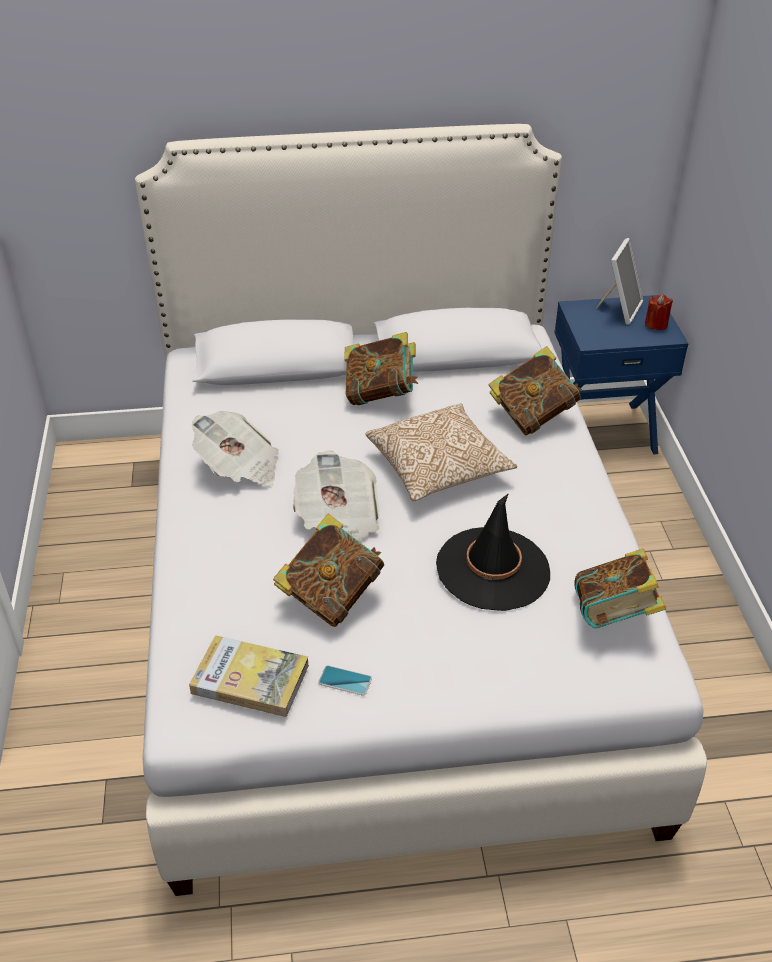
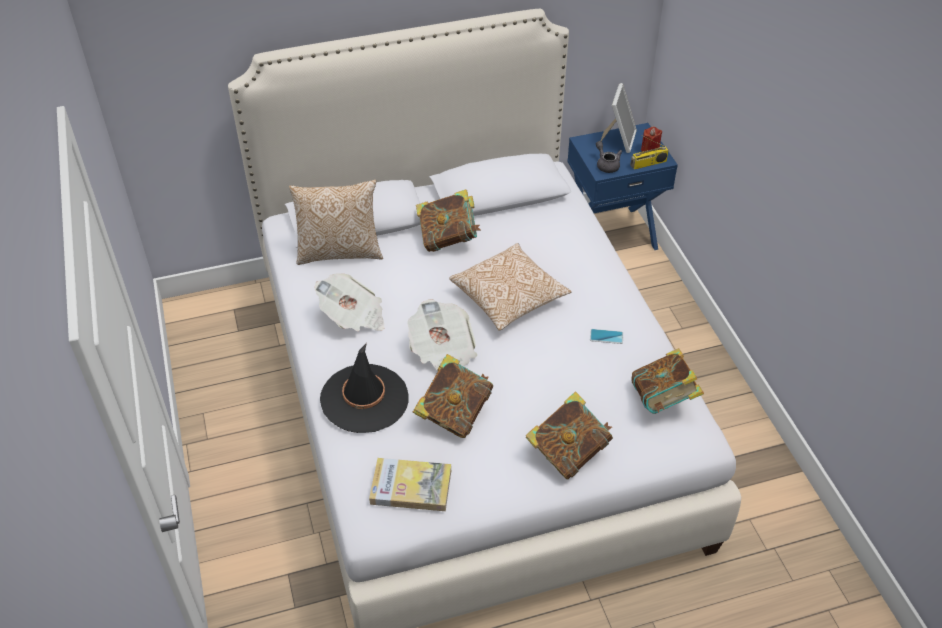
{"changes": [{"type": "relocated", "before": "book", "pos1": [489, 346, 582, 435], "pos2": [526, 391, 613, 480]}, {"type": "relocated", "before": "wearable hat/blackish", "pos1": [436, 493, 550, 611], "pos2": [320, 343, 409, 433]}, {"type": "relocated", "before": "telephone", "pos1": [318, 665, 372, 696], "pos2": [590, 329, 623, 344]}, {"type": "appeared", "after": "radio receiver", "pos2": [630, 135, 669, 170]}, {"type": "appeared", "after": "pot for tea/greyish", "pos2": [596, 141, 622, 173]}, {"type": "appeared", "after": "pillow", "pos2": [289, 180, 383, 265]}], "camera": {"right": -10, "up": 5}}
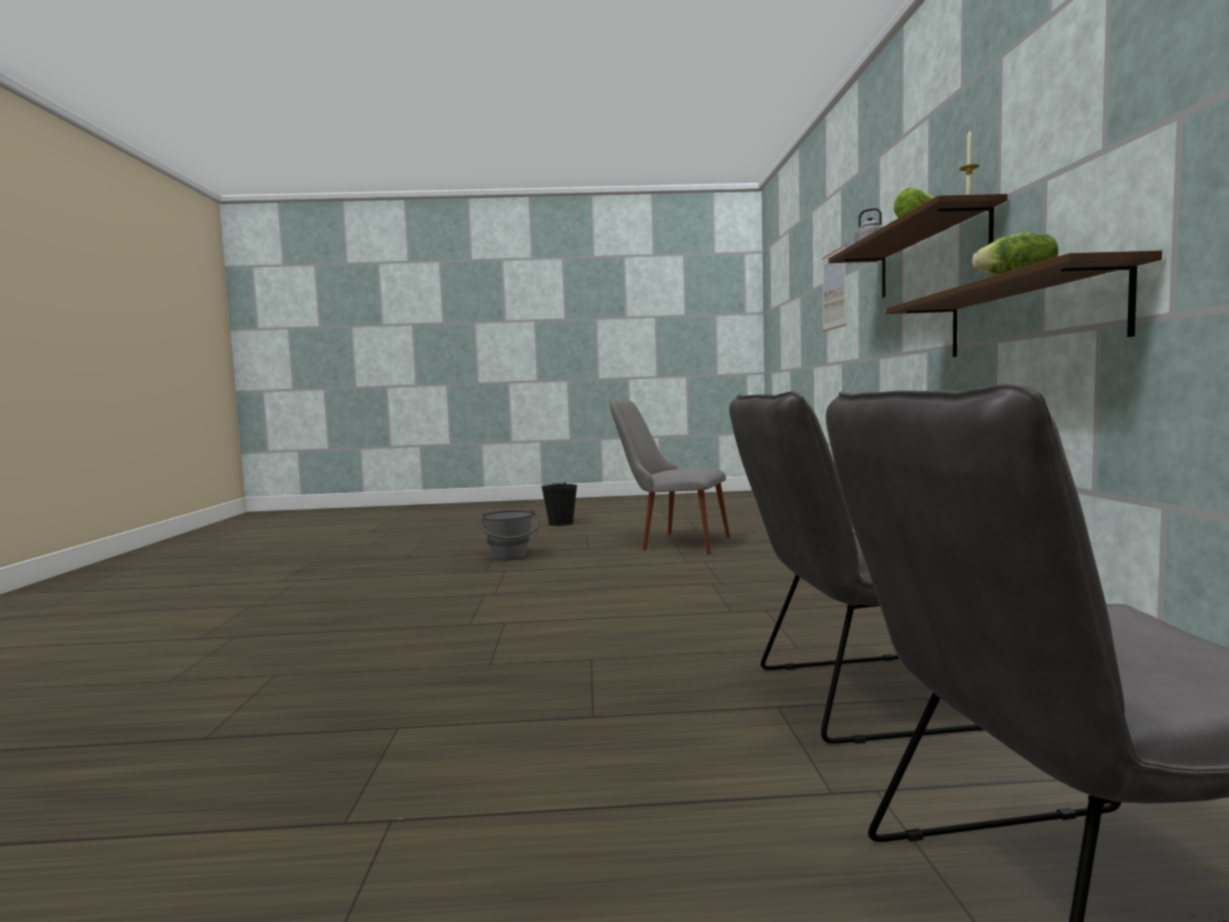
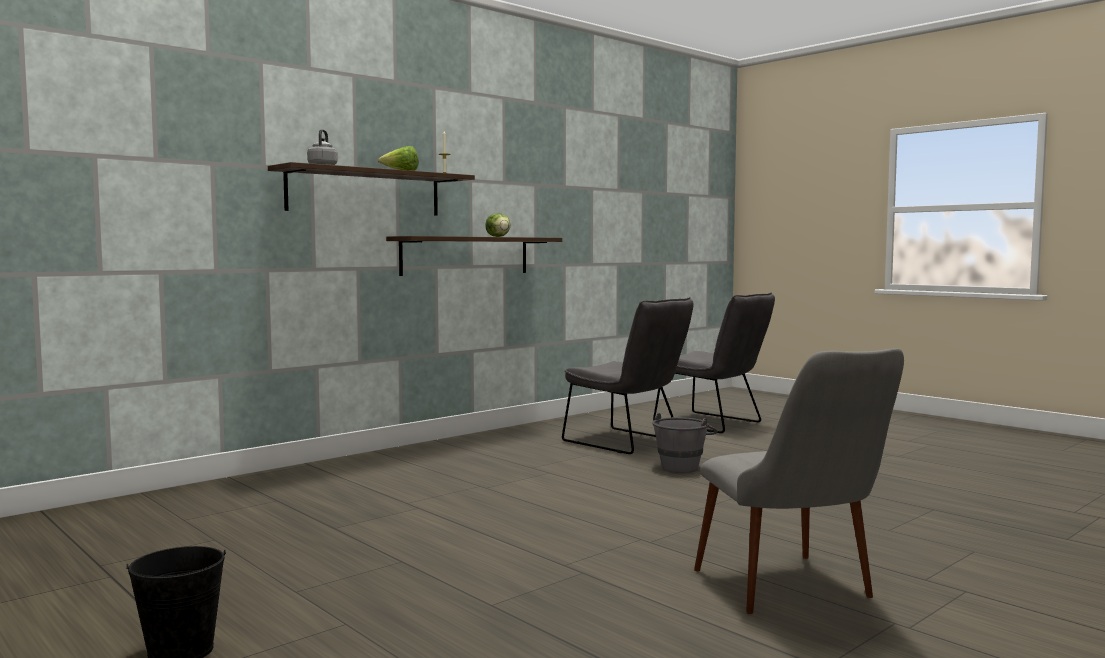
{"changes": [{"type": "missing", "before": "picture", "pos1": [822, 245, 846, 332]}, {"type": "relocated", "before": "plain chair/greyish", "pos1": [610, 400, 730, 554], "pos2": [694, 348, 904, 614]}, {"type": "relocated", "before": "pail/greyish", "pos1": [479, 507, 540, 561], "pos2": [652, 413, 718, 473]}], "camera": {"right": -130, "up": 0}}
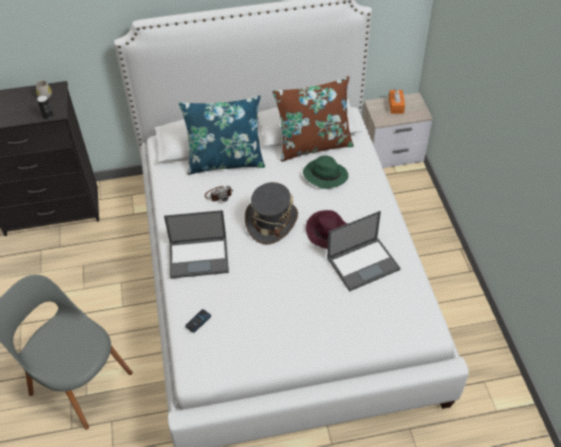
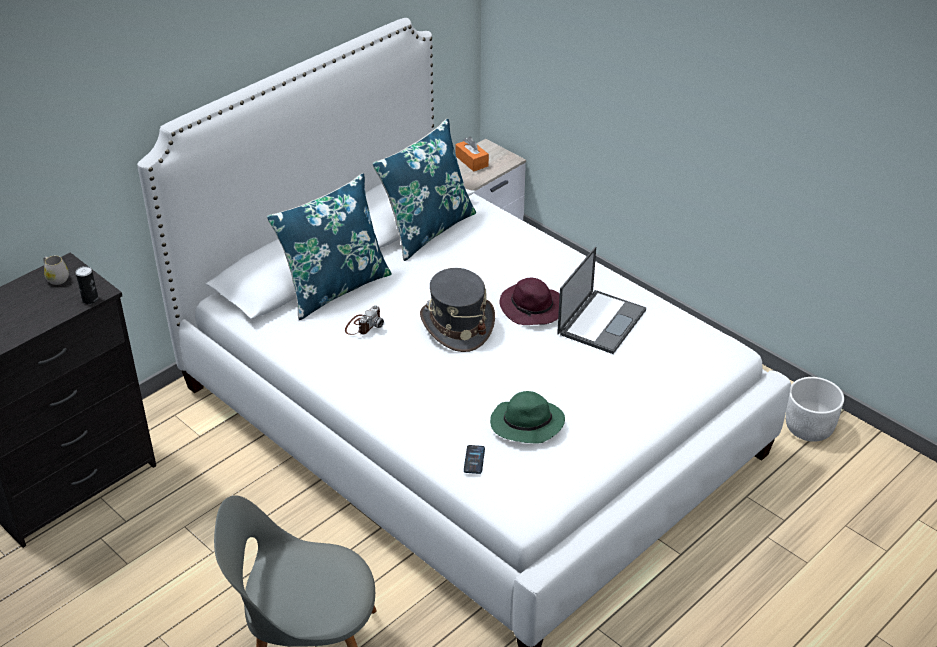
{"changes": [{"type": "colour", "before": "pillow/brown-coloured", "after": "pillow/blue", "pos1": [272, 76, 354, 162], "pos2": [372, 118, 476, 261]}, {"type": "relocated", "before": "wearable hat/green-coloured", "pos1": [303, 155, 348, 189], "pos2": [490, 391, 565, 444]}, {"type": "missing", "before": "notebook computer", "pos1": [164, 210, 229, 279]}, {"type": "appeared", "after": "flower pot/whitish", "pos2": [786, 377, 844, 442]}], "camera": {"right": -35, "up": -10}}
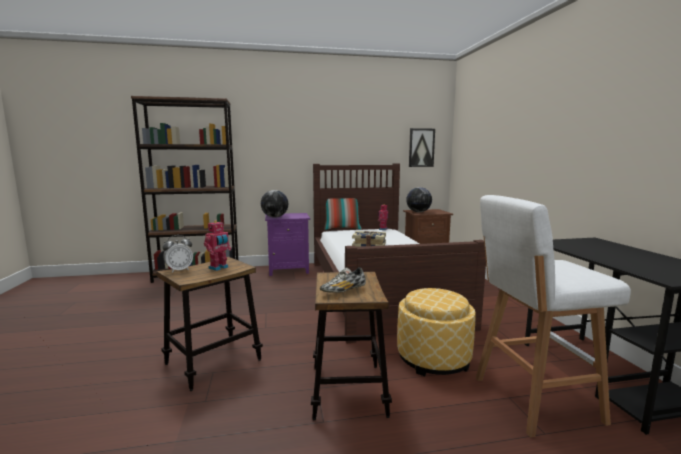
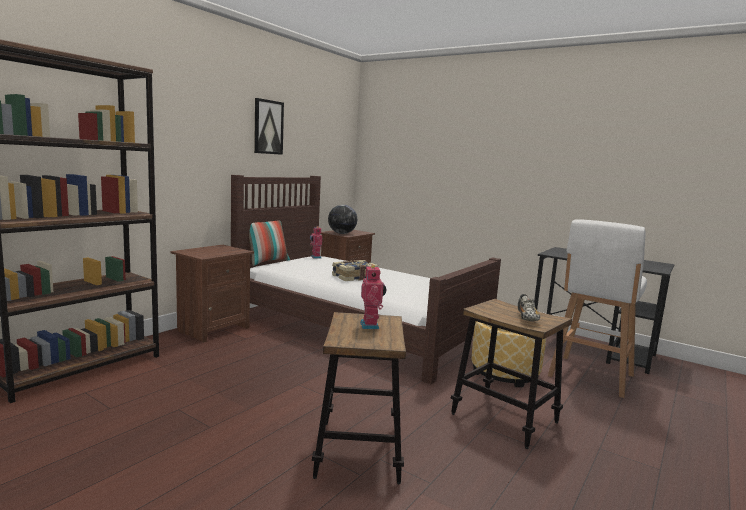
{"changes": [{"type": "relocated", "before": "picture", "pos1": [409, 128, 435, 167], "pos2": [254, 98, 284, 155]}, {"type": "missing", "before": "desk globe", "pos1": [261, 190, 288, 218]}, {"type": "colour", "before": "nightstand/purple-coloured", "after": "nightstand/brown-coloured", "pos1": [265, 213, 310, 276], "pos2": [170, 245, 254, 343]}, {"type": "missing", "before": "alarm clock", "pos1": [163, 235, 193, 273]}], "camera": {"right": -45, "up": 0}}
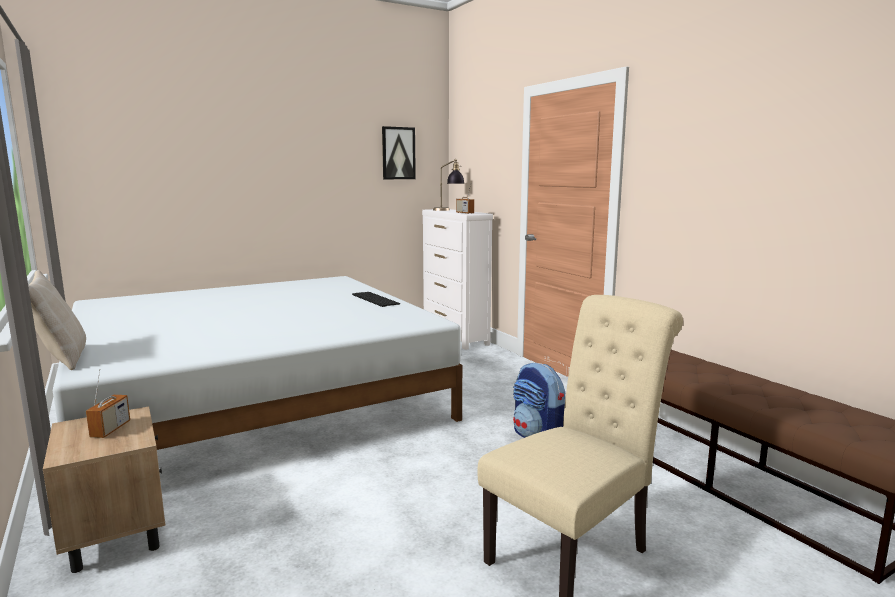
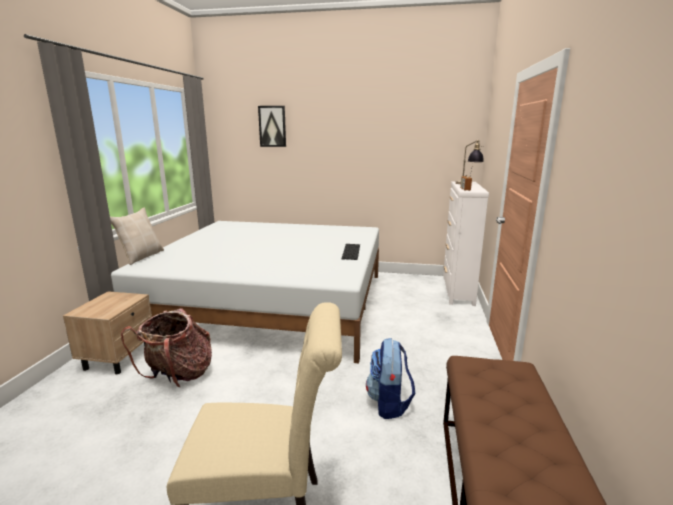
{"changes": [{"type": "relocated", "before": "picture", "pos1": [382, 126, 416, 179], "pos2": [258, 106, 286, 147]}, {"type": "missing", "before": "radio receiver", "pos1": [86, 369, 130, 438]}, {"type": "appeared", "after": "knapsack", "pos2": [121, 309, 212, 387]}], "camera": {"right": 40, "up": 5}}
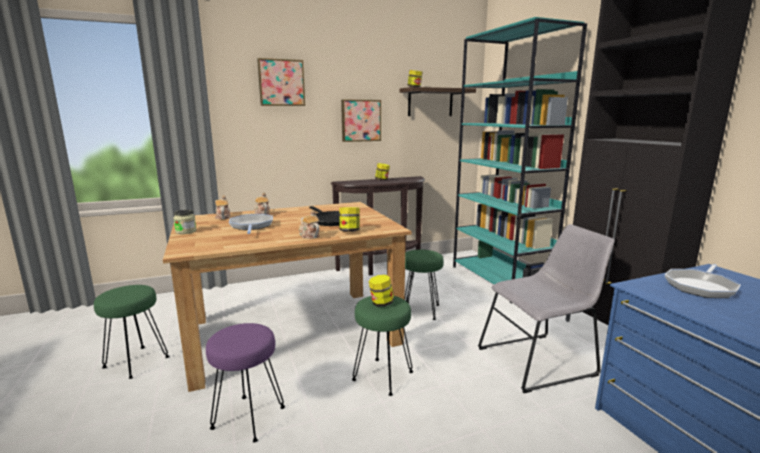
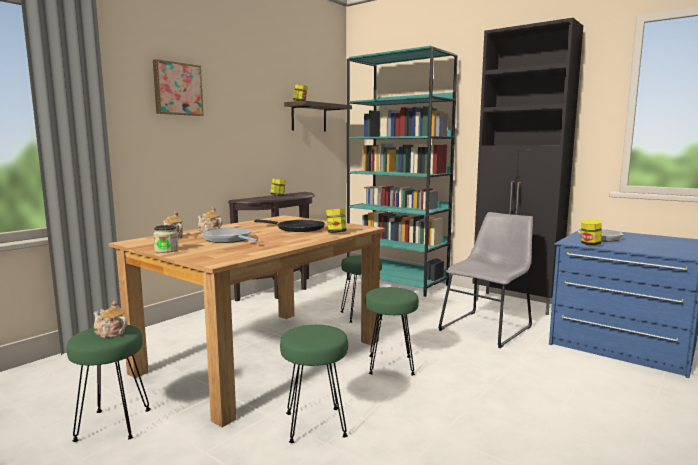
{"changes": [{"type": "missing", "before": "picture", "pos1": [341, 100, 381, 142]}, {"type": "relocated", "before": "pot for tea", "pos1": [299, 210, 320, 239], "pos2": [93, 300, 128, 338]}, {"type": "relocated", "before": "preserve jar", "pos1": [369, 275, 394, 307], "pos2": [581, 219, 602, 245]}, {"type": "colour", "before": "stool/purple-coloured", "after": "stool/green-coloured", "pos1": [206, 323, 285, 442], "pos2": [280, 325, 348, 443]}], "camera": {"right": -30, "up": -5}}
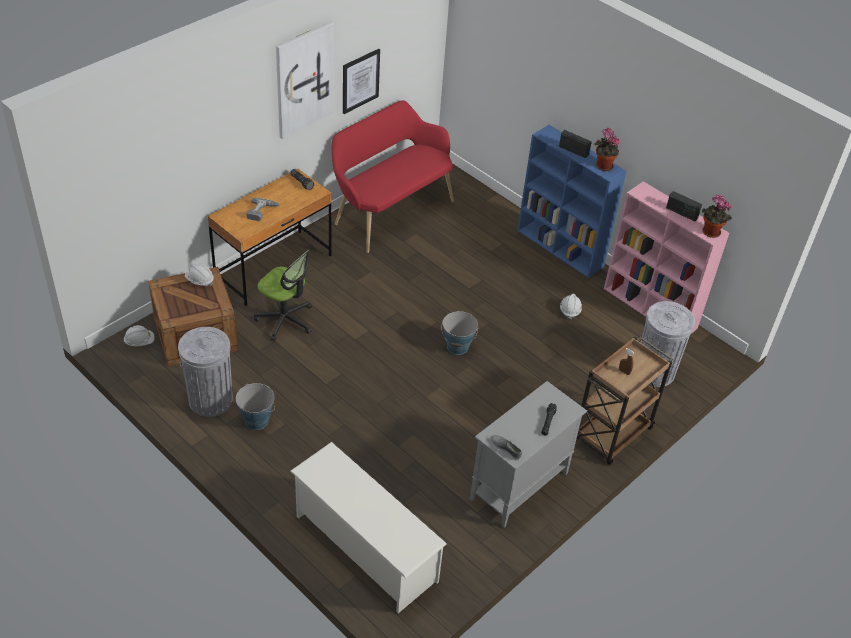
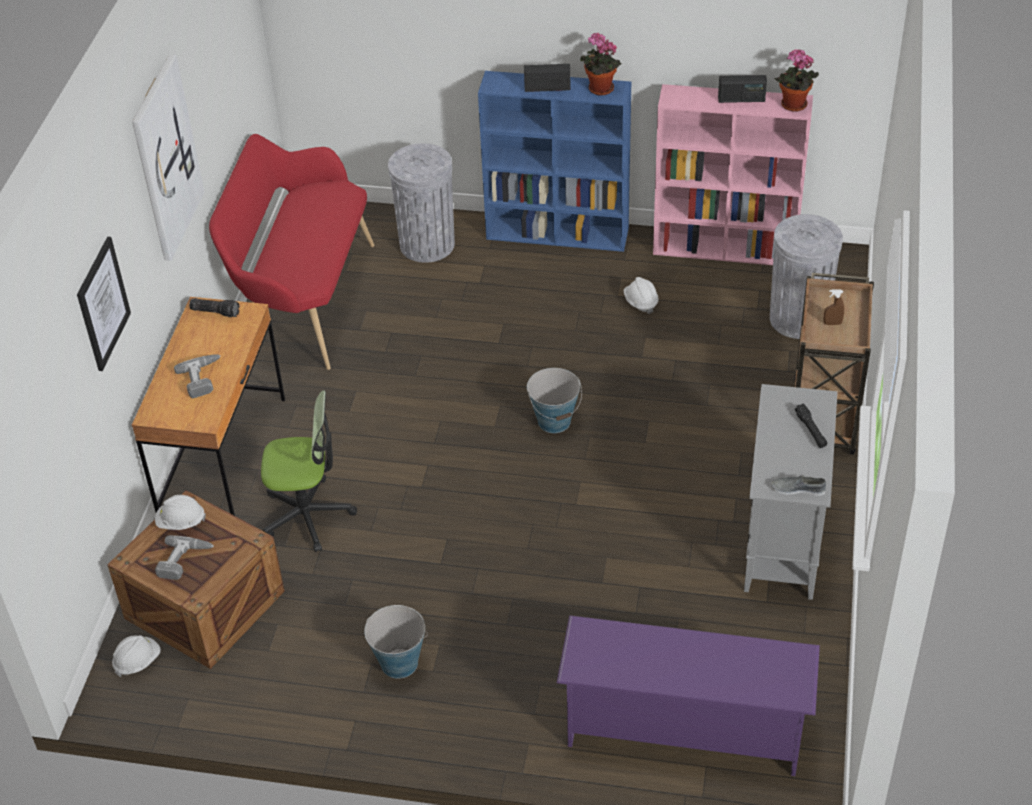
{"changes": [{"type": "relocated", "before": "picture", "pos1": [343, 49, 380, 114], "pos2": [77, 237, 131, 371]}, {"type": "relocated", "before": "waste bin/greyish", "pos1": [178, 327, 233, 417], "pos2": [388, 143, 455, 263]}, {"type": "colour", "before": "shoe shelf/whitish", "after": "shoe shelf/purple-coloured", "pos1": [290, 442, 447, 613], "pos2": [557, 615, 820, 776]}, {"type": "appeared", "after": "power drill", "pos2": [155, 535, 214, 580]}], "camera": {"right": -30, "up": 0}}
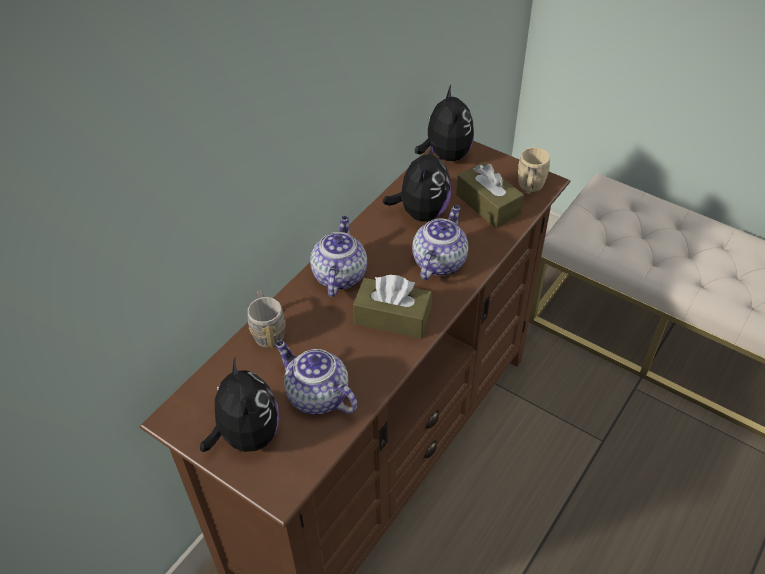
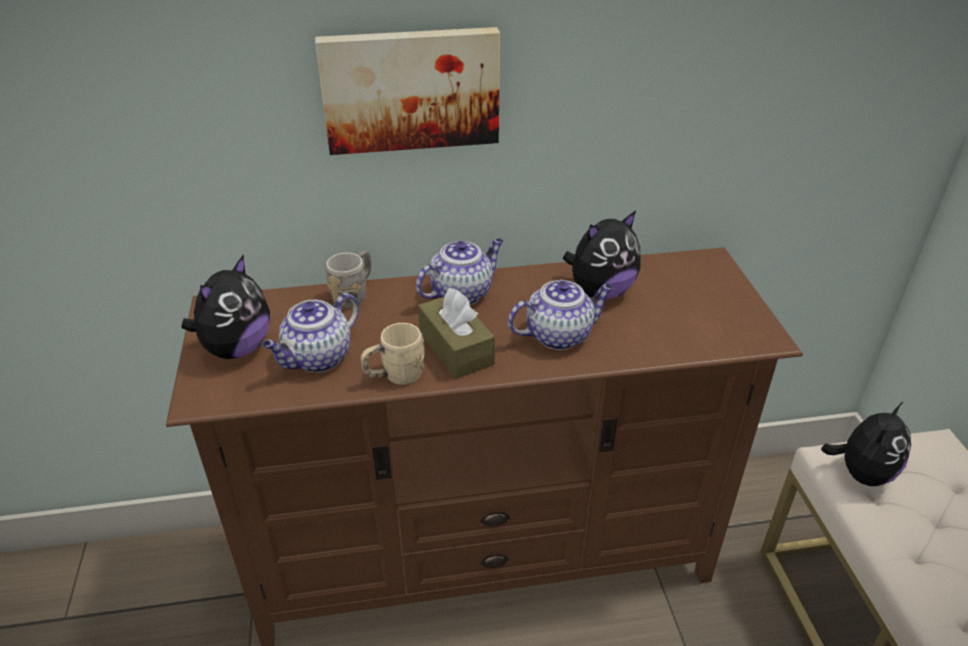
{"changes": [{"type": "relocated", "before": "soft toy", "pos1": [415, 85, 474, 161], "pos2": [821, 401, 911, 486]}, {"type": "relocated", "before": "mug/beige-coloured", "pos1": [518, 147, 550, 194], "pos2": [361, 323, 424, 385]}, {"type": "missing", "before": "box of tissues/brown-coloured", "pos1": [456, 162, 524, 228]}, {"type": "spun", "before": "pot for tea", "pos1": [275, 341, 357, 415], "pos2": [262, 293, 359, 372], "turn": -135}, {"type": "appeared", "after": "picture", "pos2": [315, 27, 500, 155]}], "camera": {"right": 45, "up": -10}}
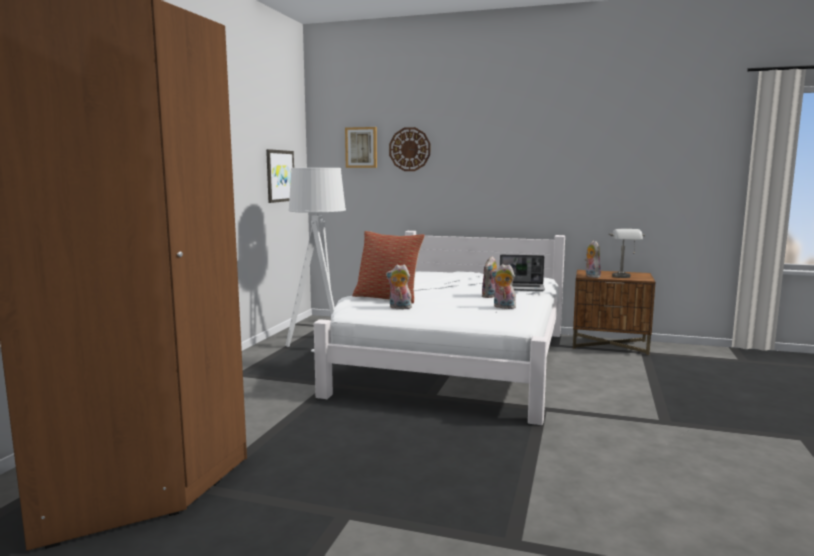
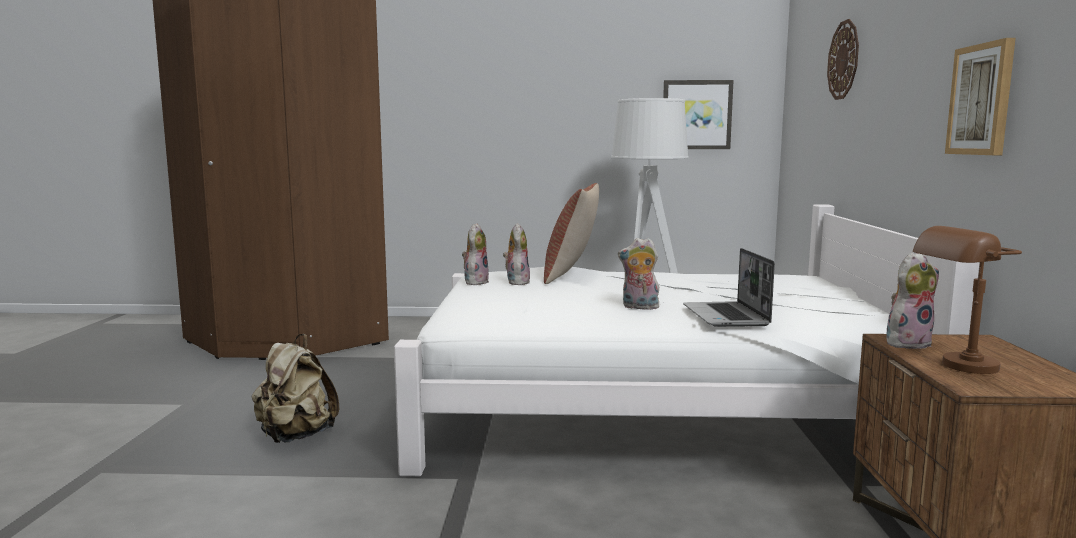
{"changes": [{"type": "relocated", "before": "picture", "pos1": [345, 127, 377, 168], "pos2": [945, 38, 1016, 155]}, {"type": "colour", "before": "lamp for a table/greyish", "after": "lamp for a table/brown-coloured", "pos1": [608, 229, 645, 278], "pos2": [913, 226, 1022, 374]}, {"type": "relocated", "before": "soft toy", "pos1": [491, 264, 516, 309], "pos2": [462, 223, 489, 285]}, {"type": "appeared", "after": "knapsack/beige-coloured", "pos2": [252, 334, 339, 443]}], "camera": {"right": 75, "up": 0}}
